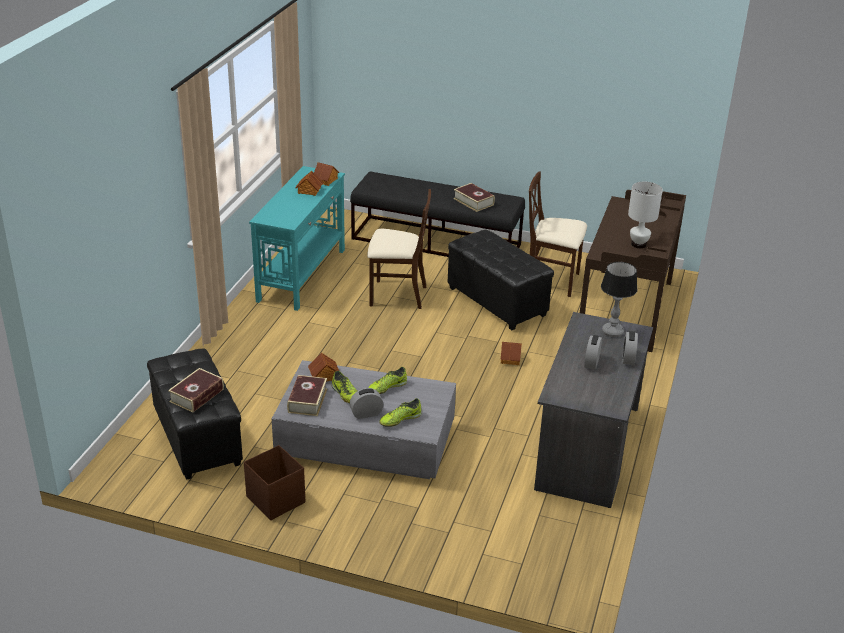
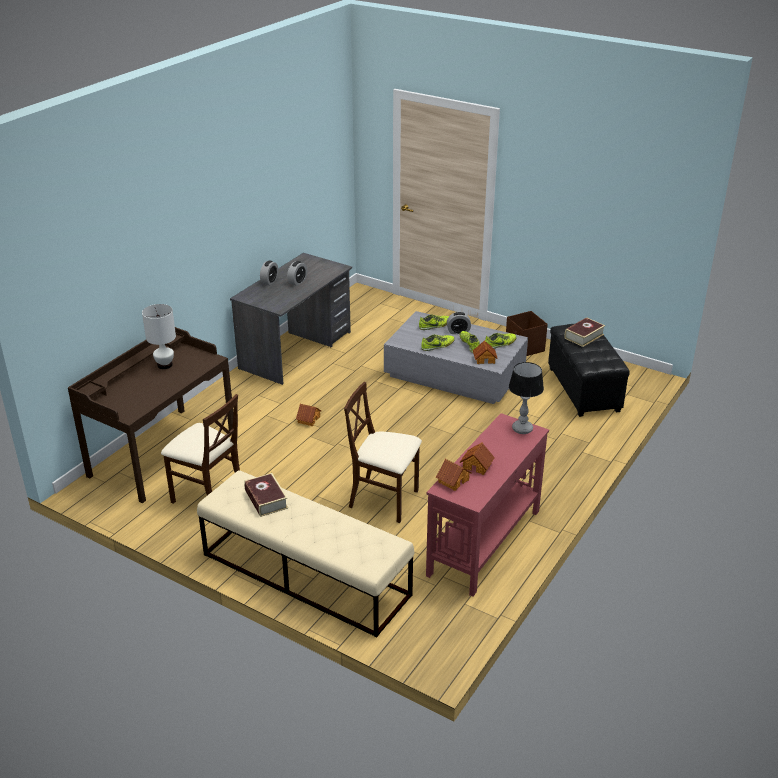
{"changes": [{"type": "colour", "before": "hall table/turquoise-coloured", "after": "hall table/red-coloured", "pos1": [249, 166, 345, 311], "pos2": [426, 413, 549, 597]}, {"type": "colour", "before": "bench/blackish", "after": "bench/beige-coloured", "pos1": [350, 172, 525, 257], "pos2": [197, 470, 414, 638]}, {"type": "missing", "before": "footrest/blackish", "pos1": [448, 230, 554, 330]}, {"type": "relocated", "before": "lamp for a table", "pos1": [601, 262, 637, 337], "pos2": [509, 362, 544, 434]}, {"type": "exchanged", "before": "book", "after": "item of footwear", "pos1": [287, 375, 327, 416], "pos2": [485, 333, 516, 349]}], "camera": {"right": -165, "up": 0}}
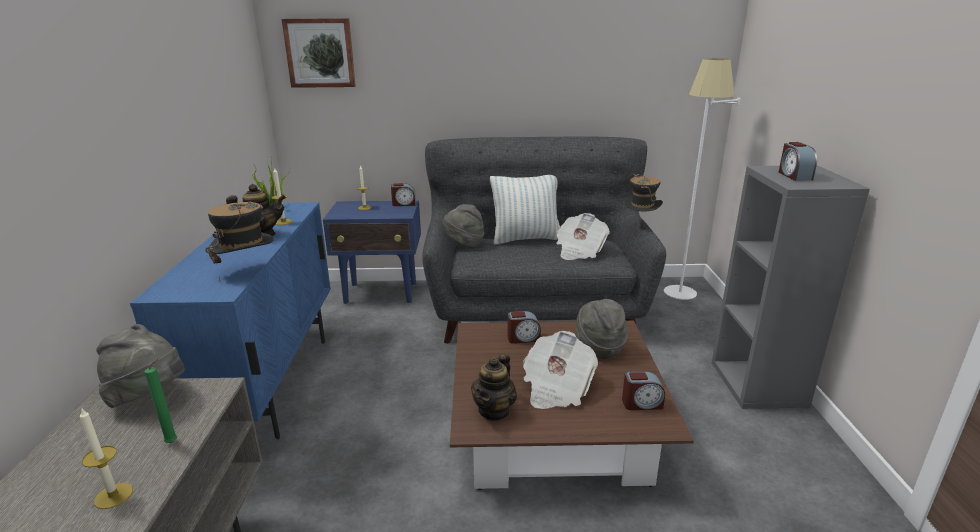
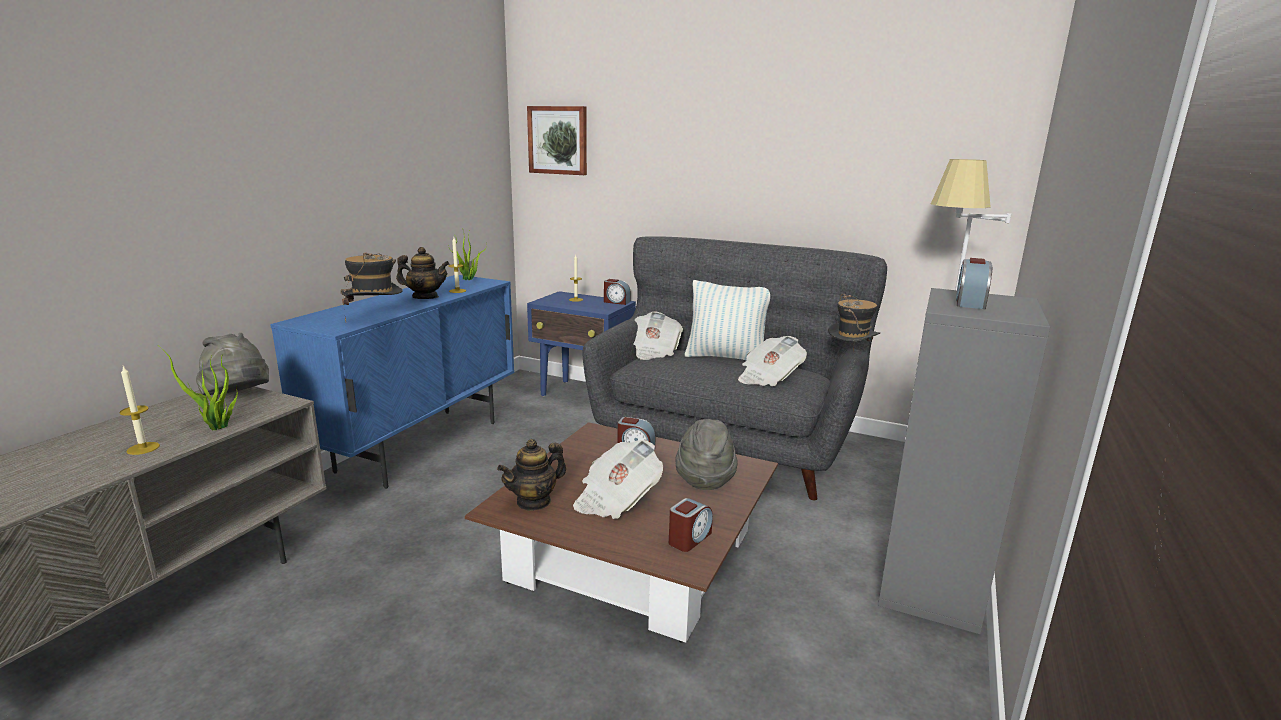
{"changes": [{"type": "exchanged", "before": "wearable hat/greyish", "after": "daily paper", "pos1": [442, 204, 484, 247], "pos2": [633, 312, 683, 360]}, {"type": "exchanged", "before": "wax candle/green-coloured", "after": "potted plant", "pos1": [145, 357, 177, 443], "pos2": [158, 345, 238, 430]}, {"type": "spun", "before": "alarm clock", "pos1": [622, 371, 665, 410], "pos2": [669, 498, 713, 552], "turn": -75}], "camera": {"right": 25, "up": -5}}
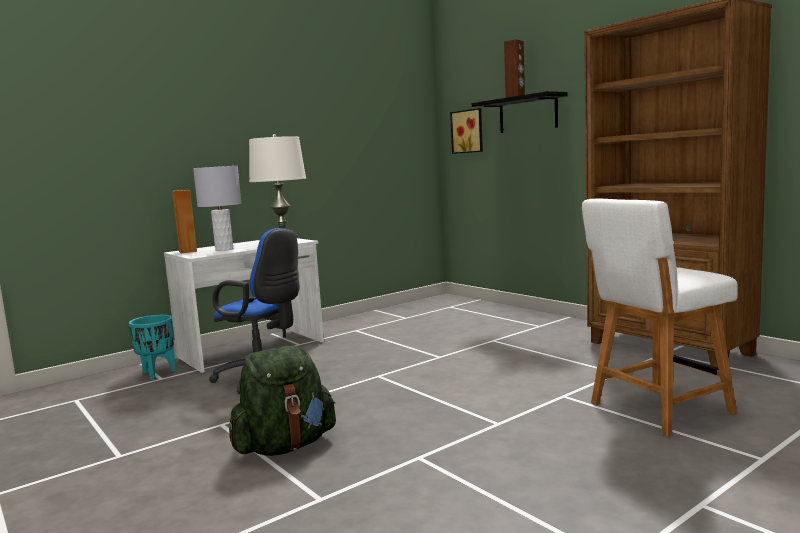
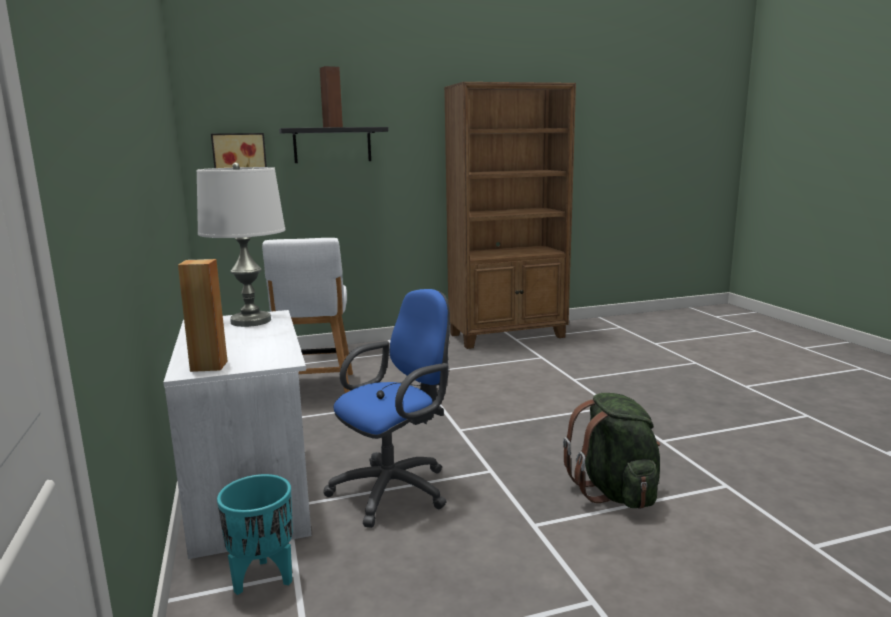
{"changes": [{"type": "missing", "before": "lamp for a table/greyish", "pos1": [193, 166, 242, 251]}, {"type": "relocated", "before": "plain chair/whitish", "pos1": [582, 198, 738, 437], "pos2": [262, 238, 353, 393]}], "camera": {"right": -70, "up": 5}}
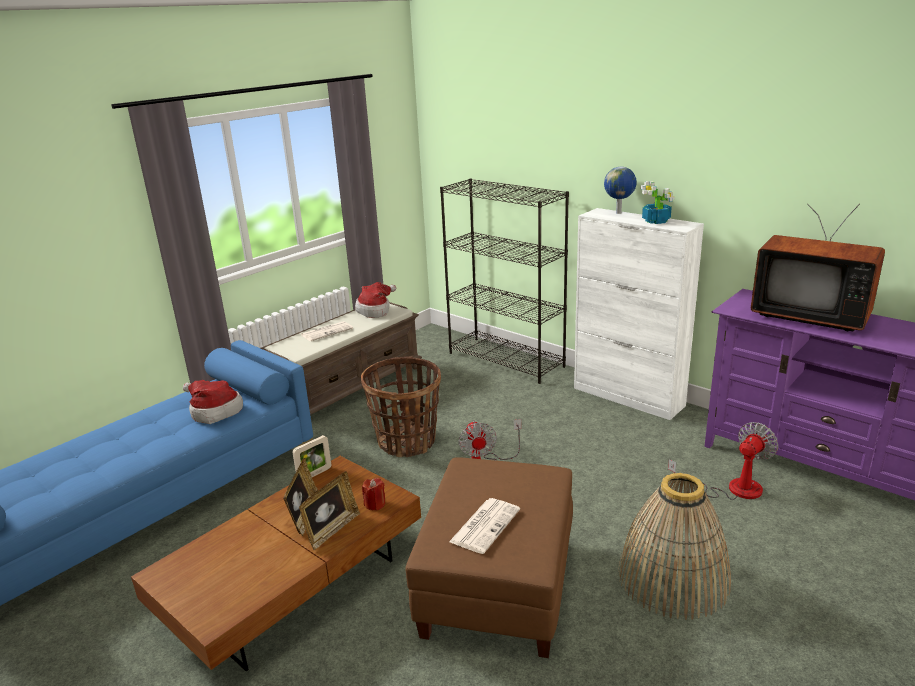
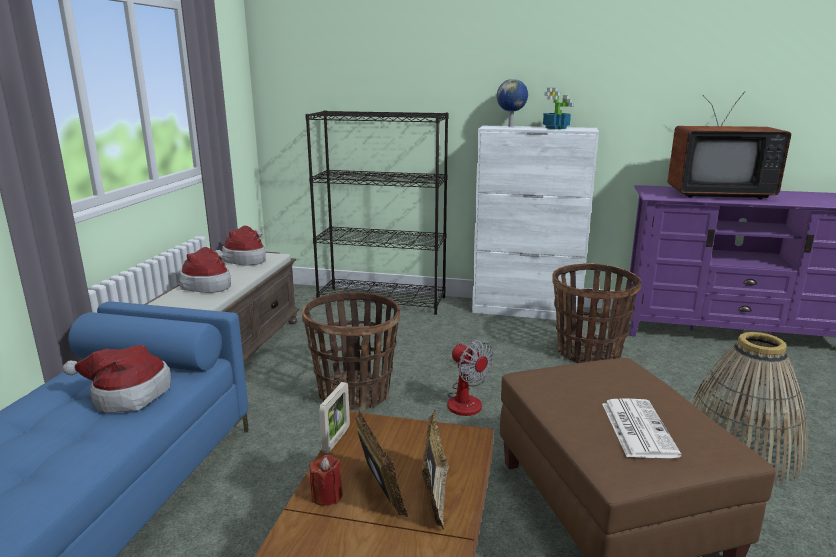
{"changes": [{"type": "exchanged", "before": "daily paper", "after": "wearable hat", "pos1": [301, 321, 353, 341], "pos2": [179, 247, 231, 293]}, {"type": "missing", "before": "fan", "pos1": [668, 422, 778, 500]}, {"type": "relocated", "before": "wax candle/red-coloured", "pos1": [362, 478, 385, 511], "pos2": [310, 455, 342, 506]}, {"type": "appeared", "after": "household basket", "pos2": [552, 263, 641, 363]}], "camera": {"right": -30, "up": -5}}
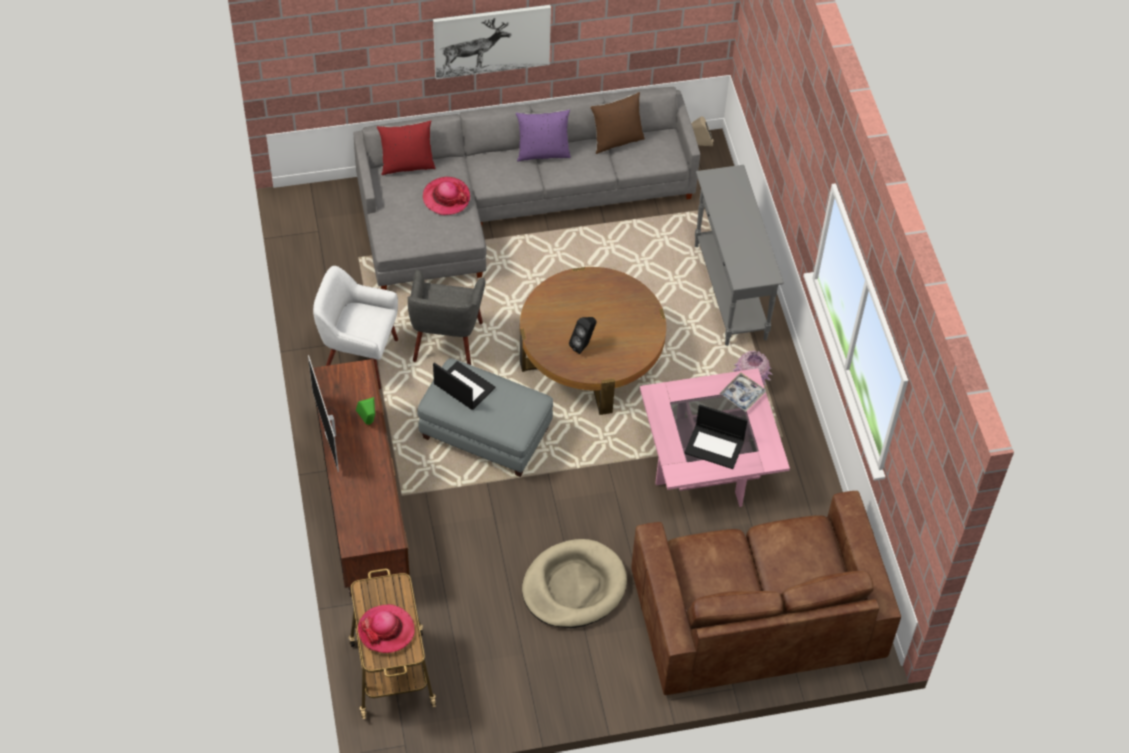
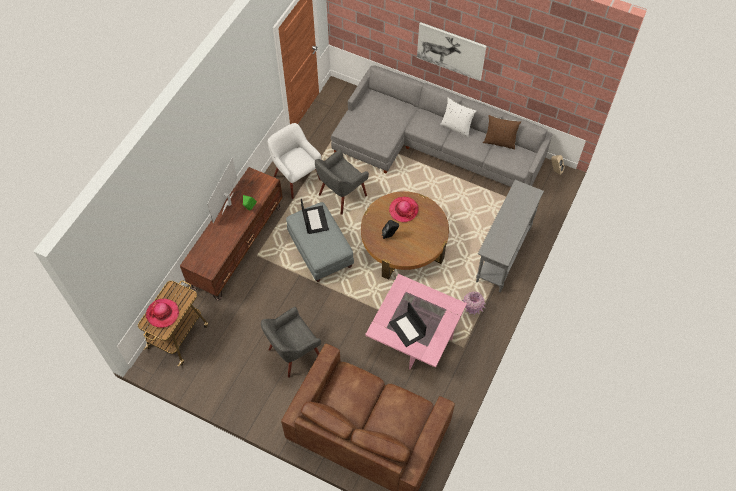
{"changes": [{"type": "colour", "before": "pillow/purple-coloured", "after": "pillow/whitish", "pos1": [516, 109, 571, 162], "pos2": [440, 97, 476, 137]}, {"type": "missing", "before": "pillow/red-coloured", "pos1": [377, 120, 435, 175]}, {"type": "relocated", "before": "wearable hat", "pos1": [423, 177, 470, 215], "pos2": [389, 197, 419, 222]}, {"type": "missing", "before": "serving tray", "pos1": [719, 372, 766, 412]}, {"type": "exchanged", "before": "dog cushion/beige-coloured", "after": "easy chair/greyish", "pos1": [522, 539, 627, 628], "pos2": [261, 307, 321, 378]}], "camera": {"right": 40, "up": 5}}
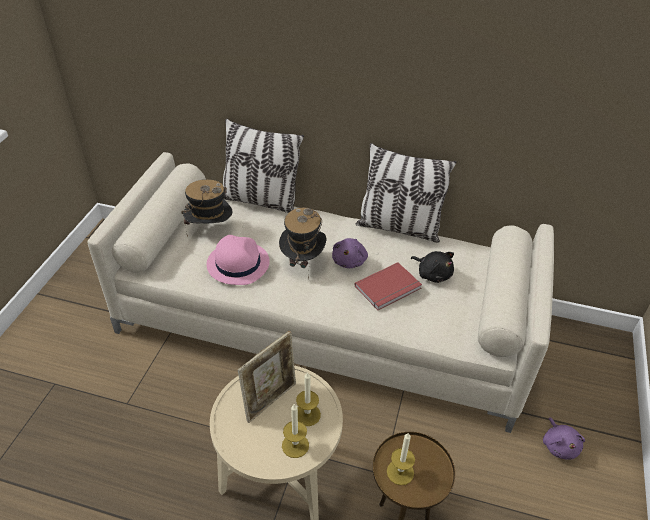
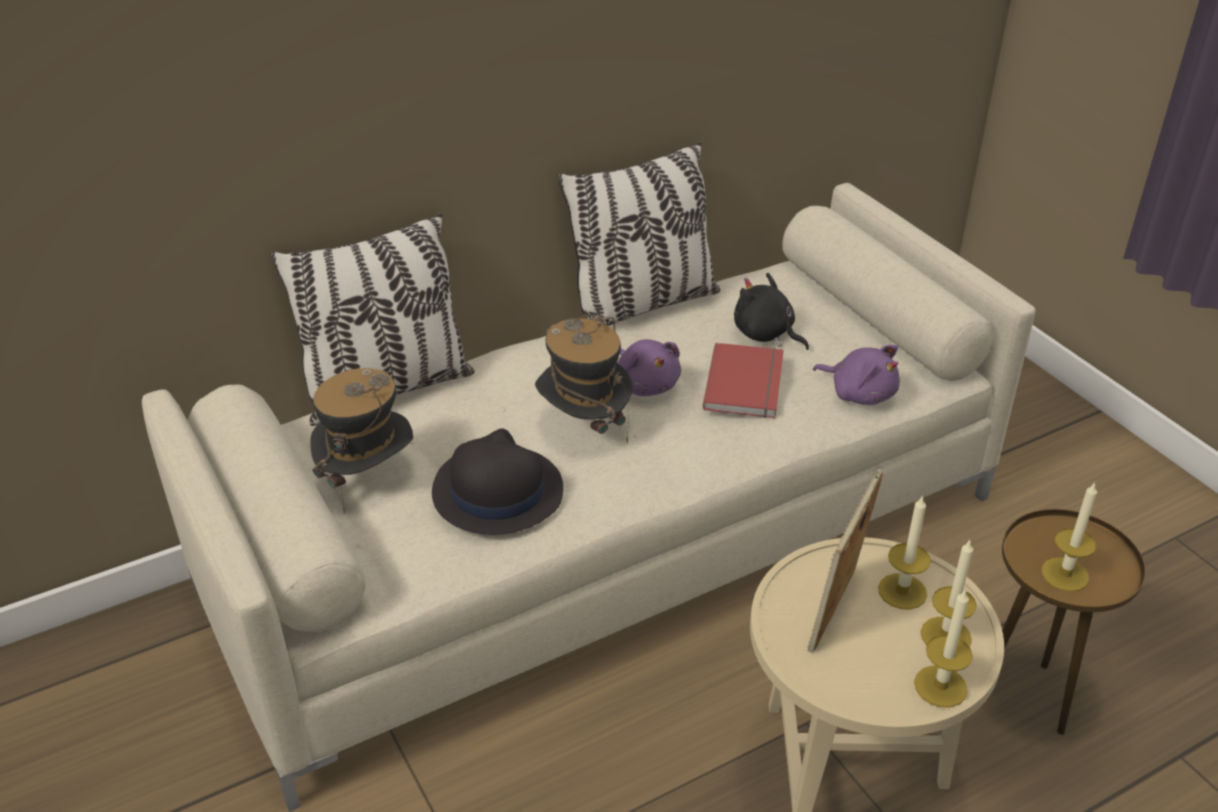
{"changes": [{"type": "colour", "before": "wearable hat/pinkish", "after": "wearable hat/blackish", "pos1": [207, 235, 270, 285], "pos2": [432, 428, 563, 535]}, {"type": "spun", "before": "soft toy/blackish", "pos1": [411, 251, 454, 283], "pos2": [734, 273, 809, 350], "turn": -135}, {"type": "spun", "before": "photo frame", "pos1": [238, 331, 296, 423], "pos2": [807, 469, 883, 653], "turn": -150}, {"type": "relocated", "before": "soft toy/purple-coloured", "pos1": [543, 417, 585, 460], "pos2": [813, 345, 900, 405]}, {"type": "appeared", "after": "wax candle", "pos2": [914, 588, 973, 707]}], "camera": {"right": -45, "up": -5}}
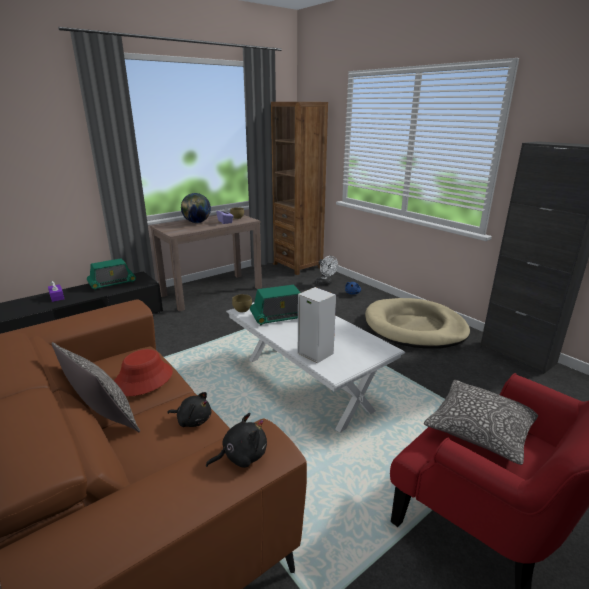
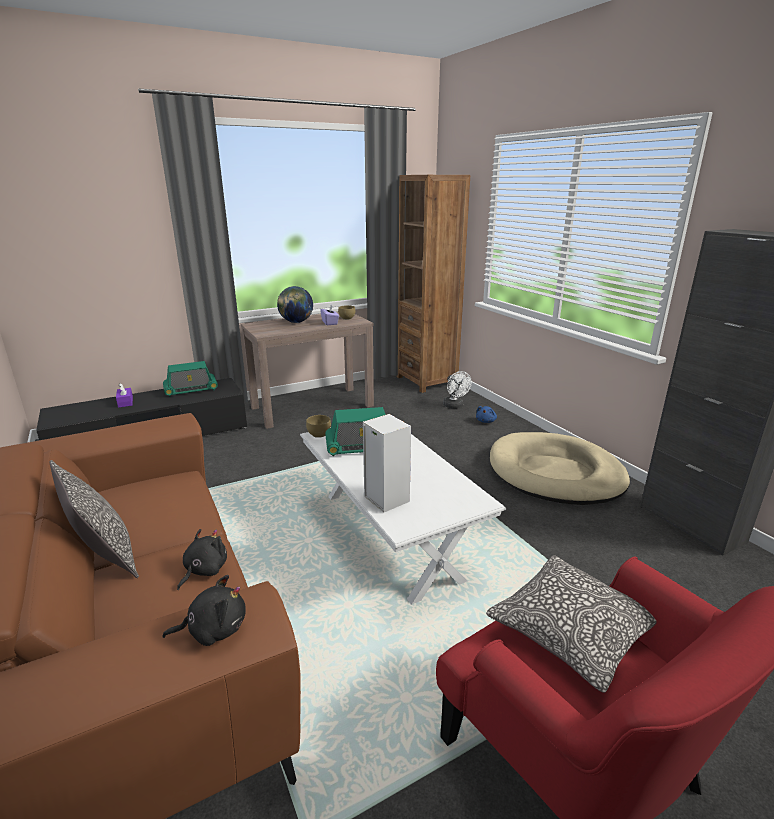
{"changes": [{"type": "missing", "before": "wearable hat/red-coloured", "pos1": [114, 349, 173, 396]}, {"type": "spun", "before": "soft toy/blackish", "pos1": [167, 392, 211, 427], "pos2": [177, 529, 227, 590], "turn": -90}], "camera": {"right": 10, "up": 0}}
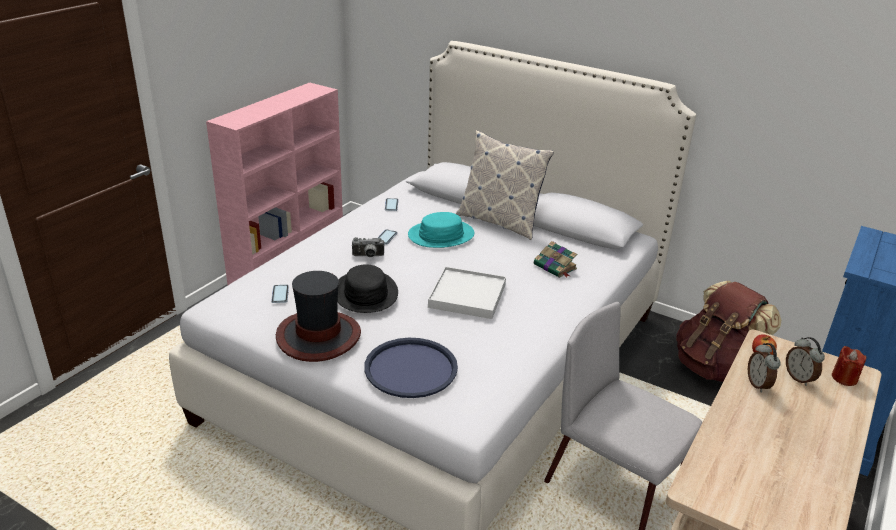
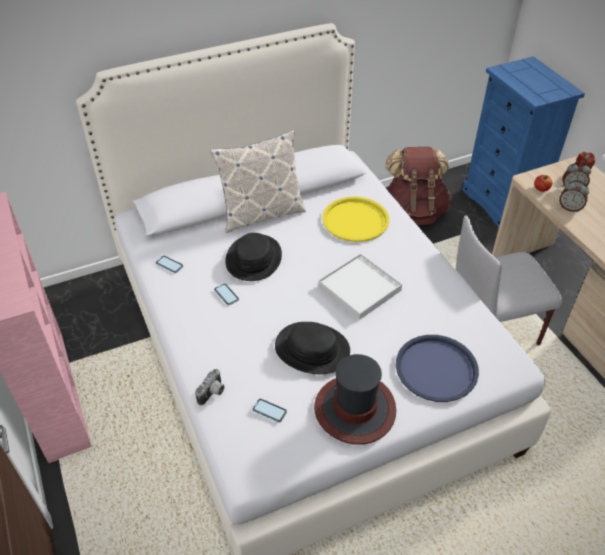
{"changes": [{"type": "colour", "before": "wearable hat/turquoise-coloured", "after": "wearable hat/blackish", "pos1": [408, 212, 474, 248], "pos2": [225, 233, 282, 281]}, {"type": "relocated", "before": "photo camera", "pos1": [352, 237, 385, 257], "pos2": [195, 369, 225, 406]}, {"type": "exchanged", "before": "book", "after": "serving tray/yellowish", "pos1": [534, 241, 577, 278], "pos2": [322, 197, 389, 242]}], "camera": {"right": -55, "up": 15}}
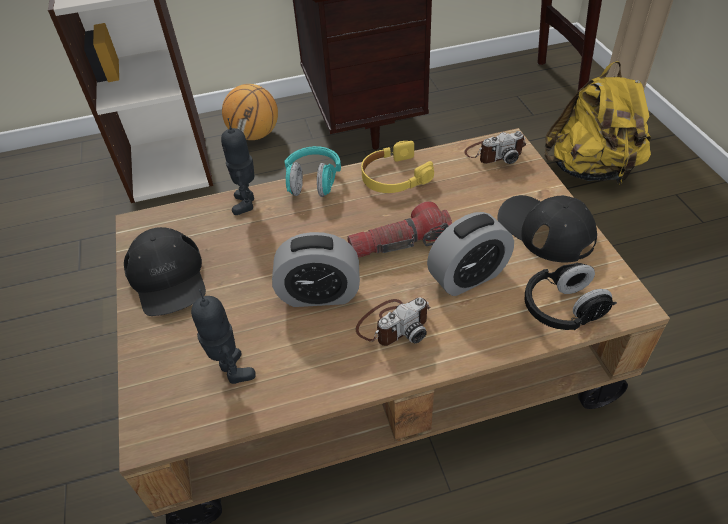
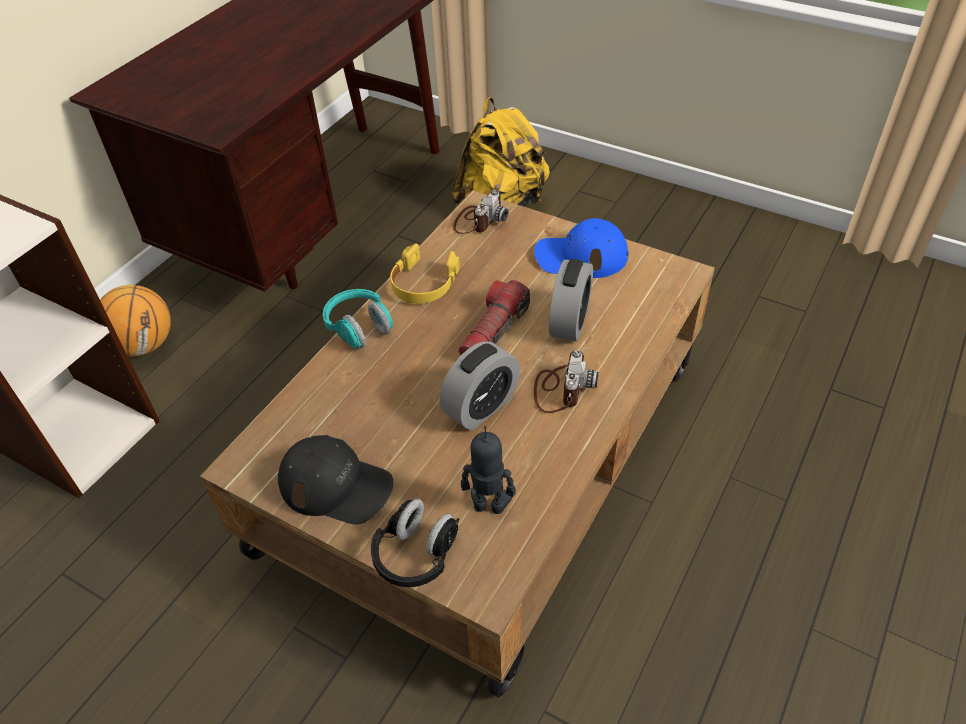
{"changes": [{"type": "missing", "before": "robot figure", "pos1": [221, 118, 254, 215]}, {"type": "colour", "before": "cap/blackish", "after": "cap/blue", "pos1": [497, 195, 597, 262], "pos2": [534, 218, 628, 278]}, {"type": "relocated", "before": "pair of headphones/blackish", "pos1": [525, 263, 617, 330], "pos2": [371, 498, 460, 587]}], "camera": {"right": -45, "up": 0}}
